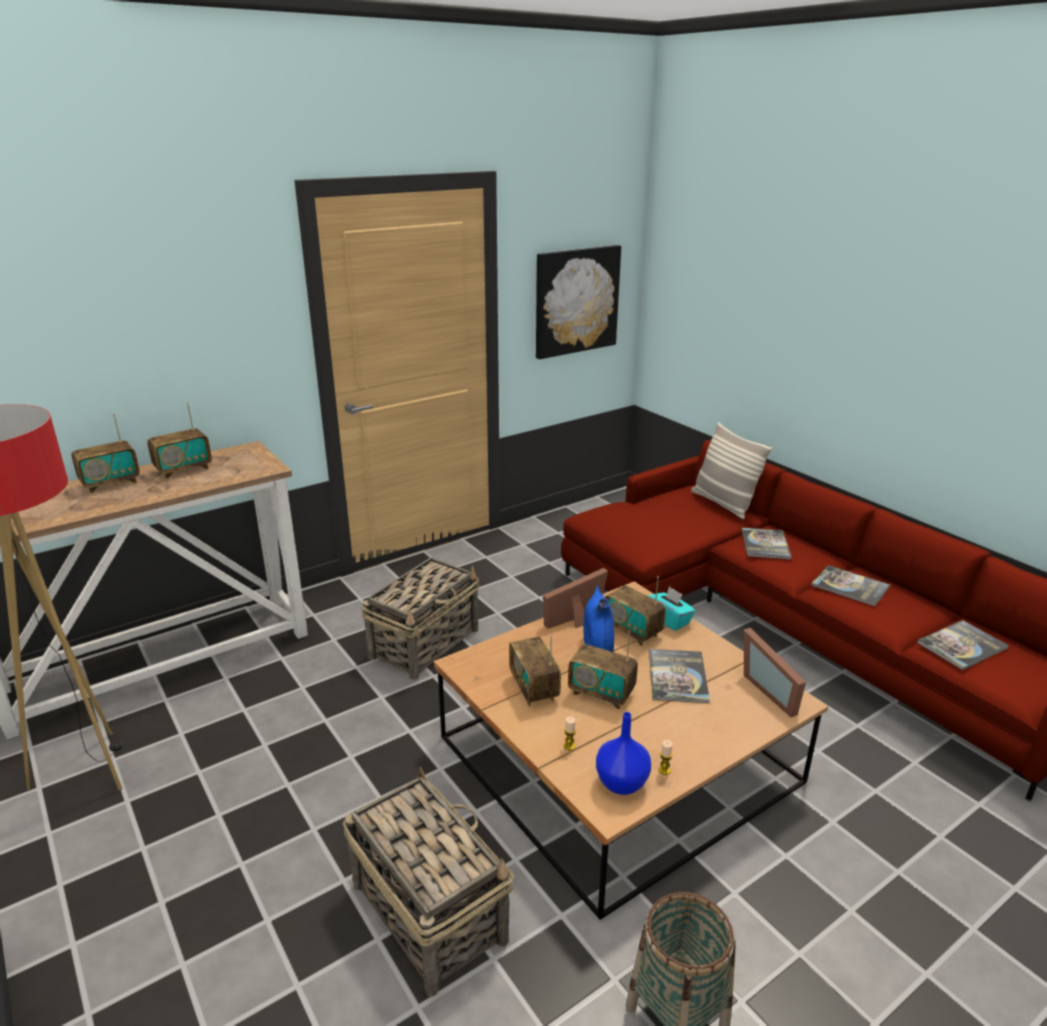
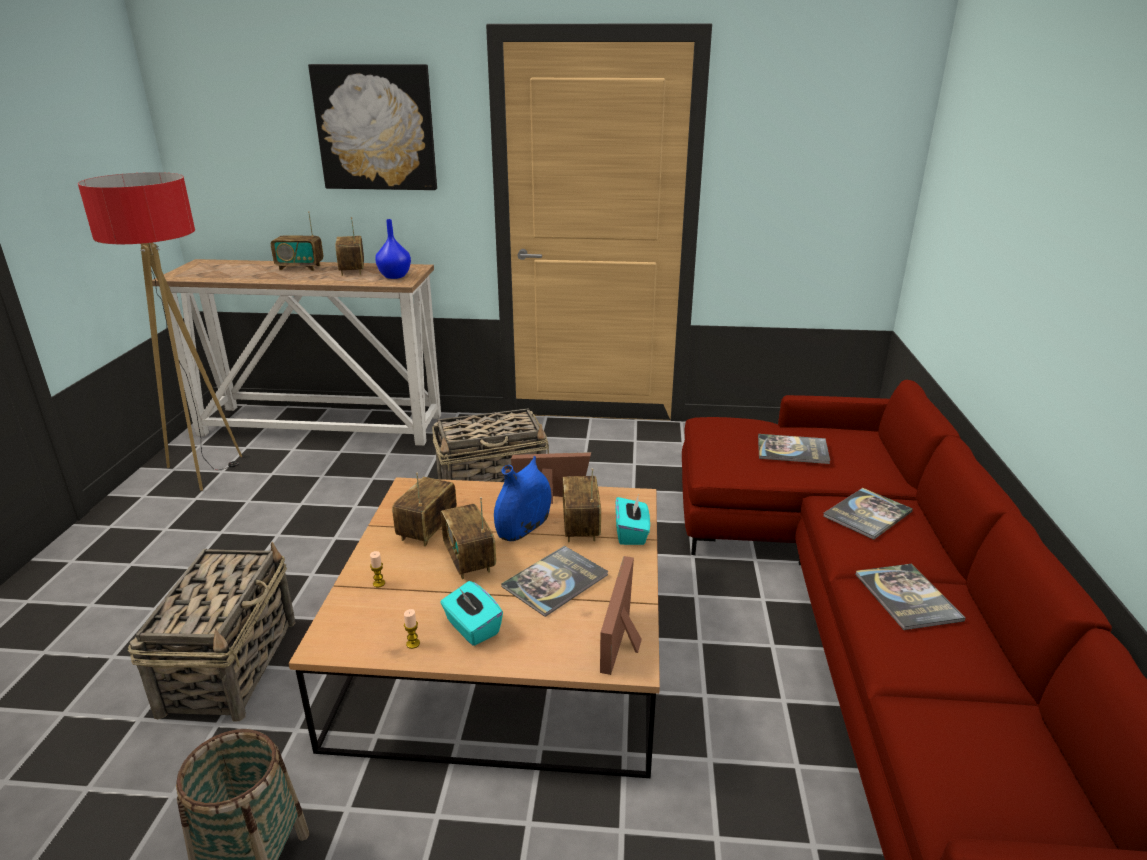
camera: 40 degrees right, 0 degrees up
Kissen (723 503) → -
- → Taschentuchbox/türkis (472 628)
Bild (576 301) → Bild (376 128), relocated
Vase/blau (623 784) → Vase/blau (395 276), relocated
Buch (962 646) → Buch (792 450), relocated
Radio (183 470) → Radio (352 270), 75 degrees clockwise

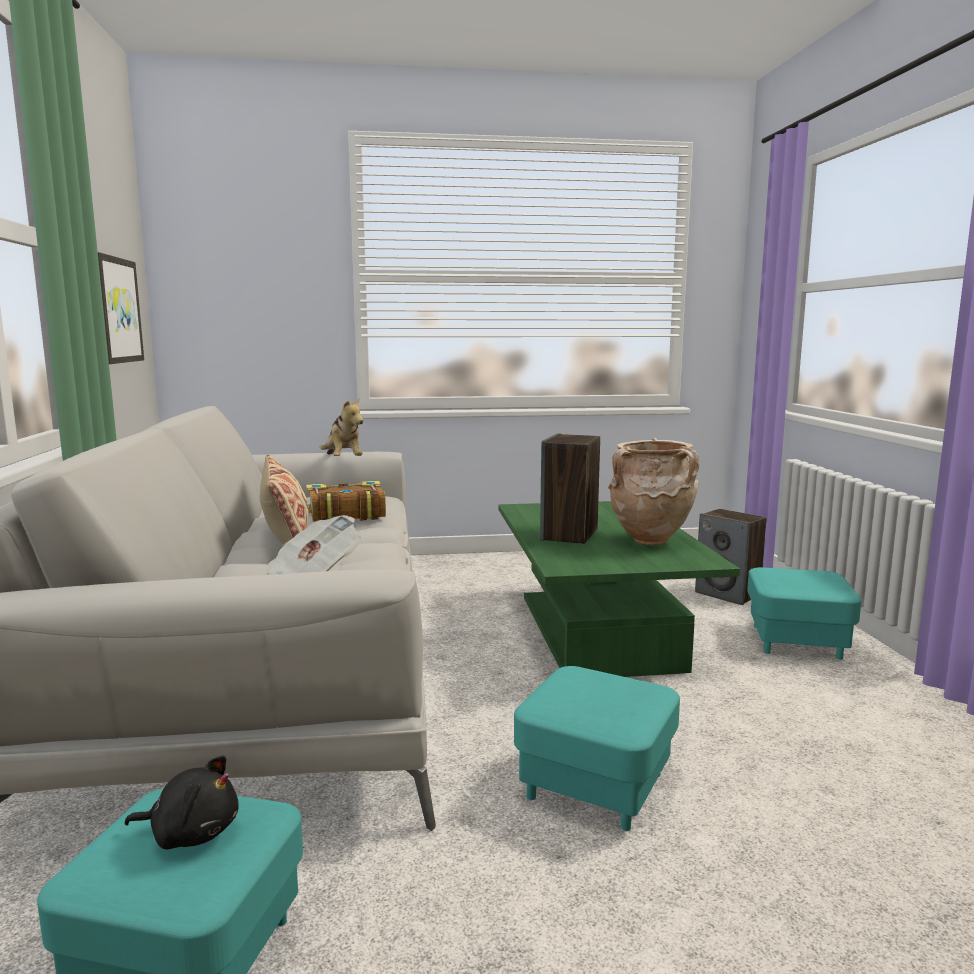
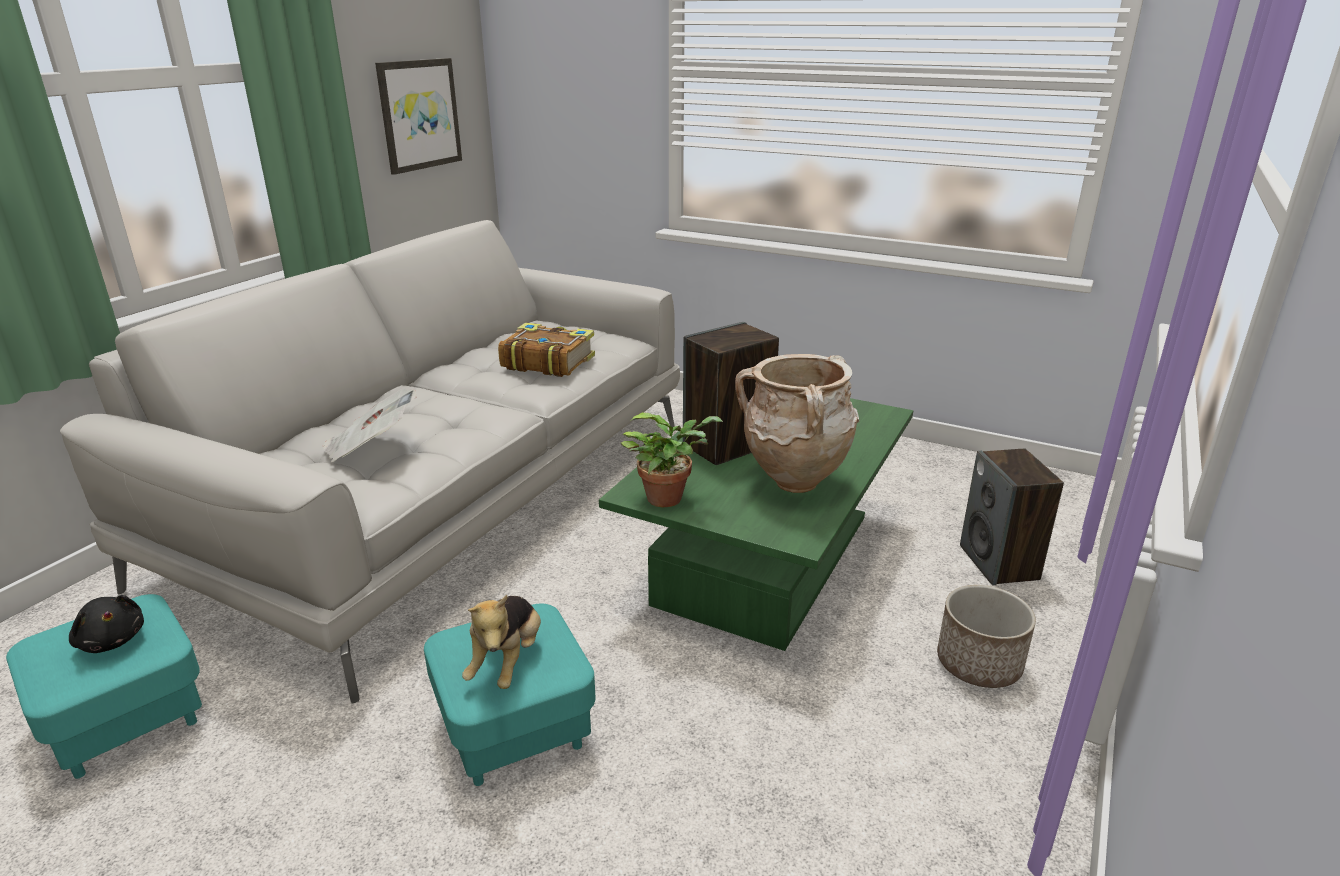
camera: 35 degrees right, 15 degrees up
Kissen/beige (286 538) → -
- → Topfpflanze (669 497)
Plüschtier (342 460) → Plüschtier (507 661), relocated
Polsterhocker/türkis (796 642) → Pflanzkübel (979 664)

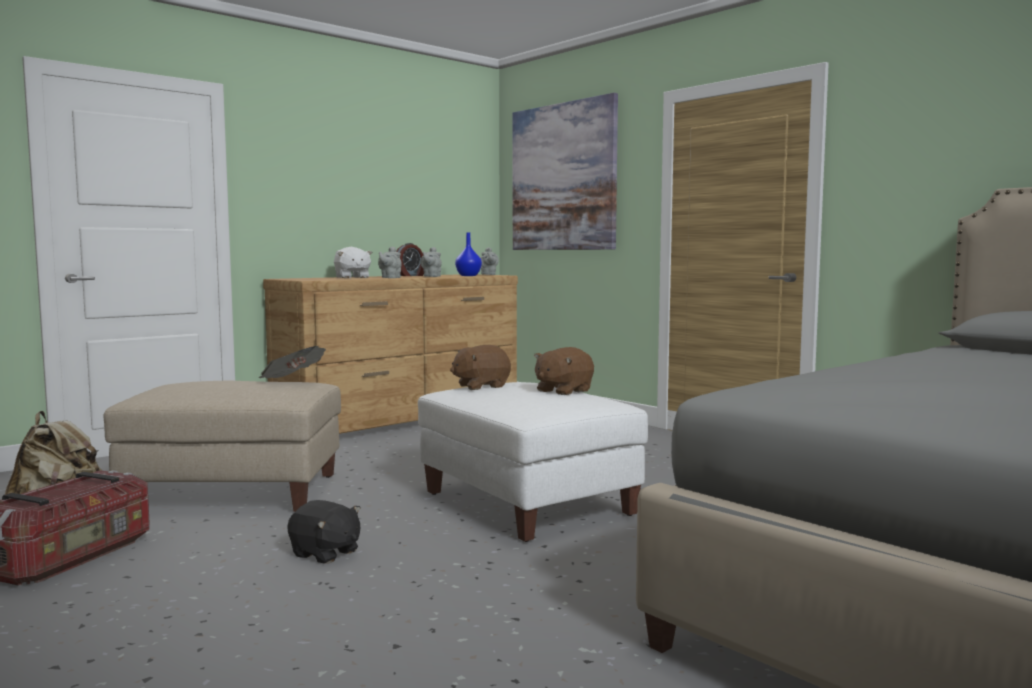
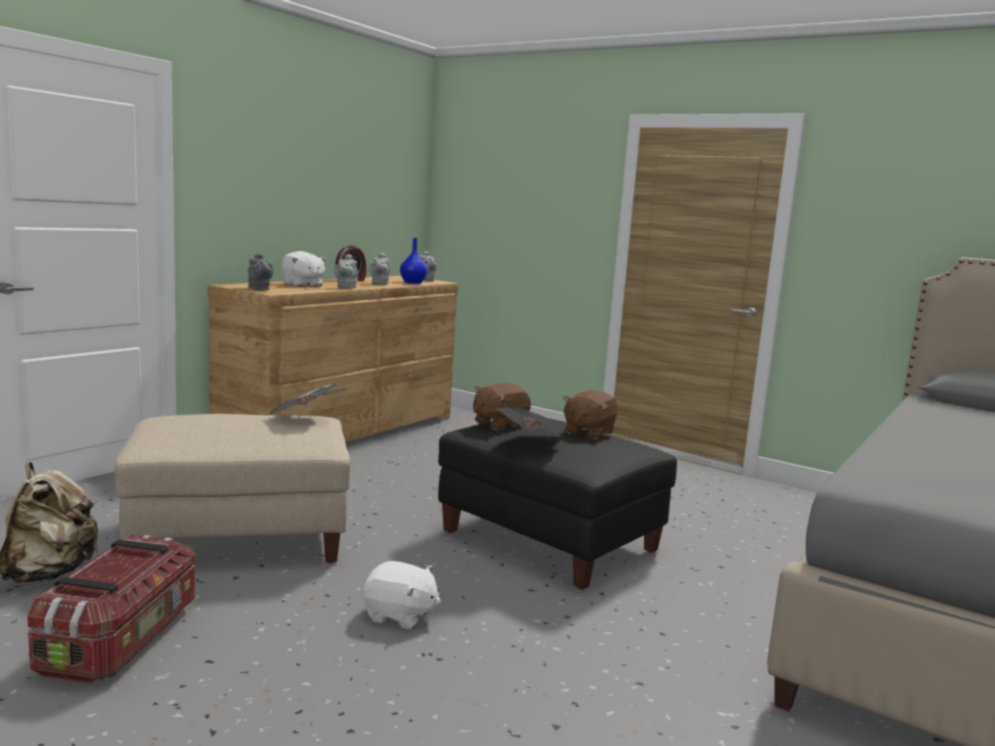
camera: 15 degrees left, 5 degrees up
Bild (563 177) → -
- → Teekanne/grau (259 289)
- → Zeitung (531 441)
Plüschtier/schwarz (325 553) → Plüschtier/weiß (399 616)
Polsterhocker/weiß (527 504) → Polsterhocker/schwarz (549 542)

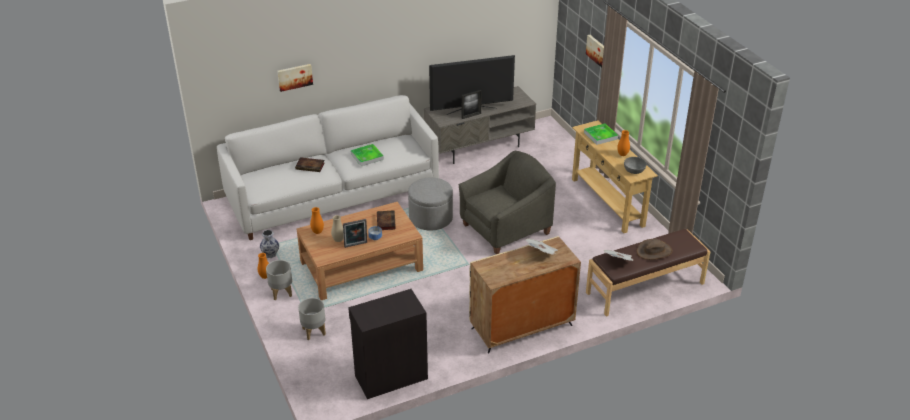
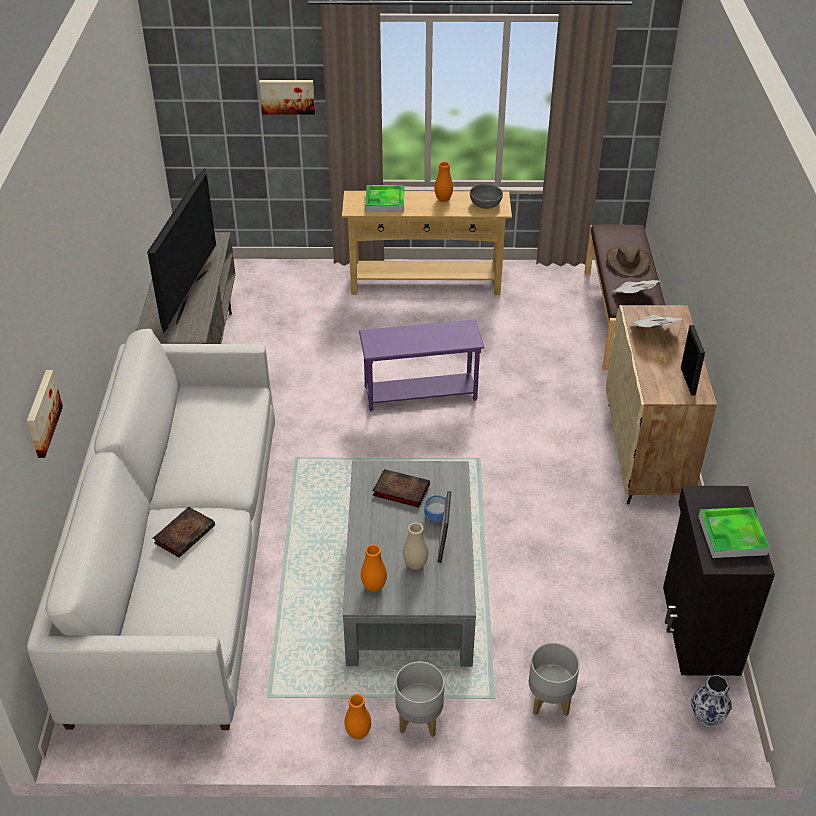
camera: 65 degrees left, 5 degrees up
Polsterhocker/grau (431 218) → -
Vase (270 254) → Vase (706 717), relocated
Tablett (367 157) → Tablett (732 535), relocated
Bilderrahmen (471 116) → Bilderrahmen (688 381), relocated
Sessel/grau (505 229) → Beistelltisch/lila (420 394)
Couchtisch/braun (362 266) → Couchtisch/grau (409 584)

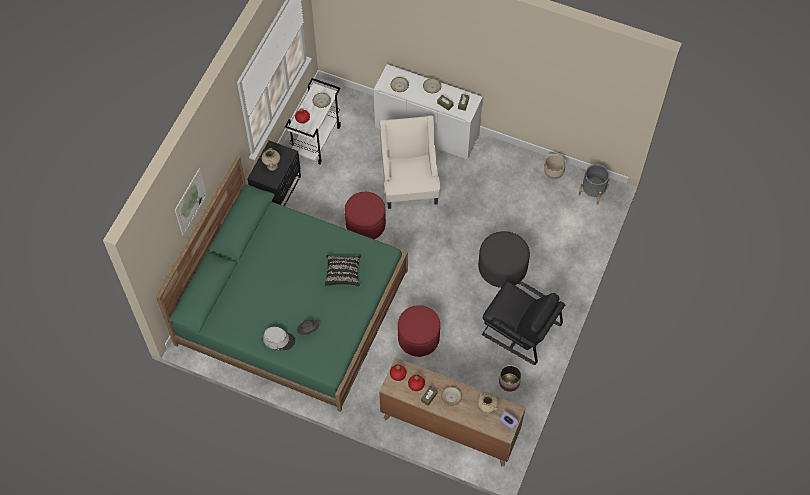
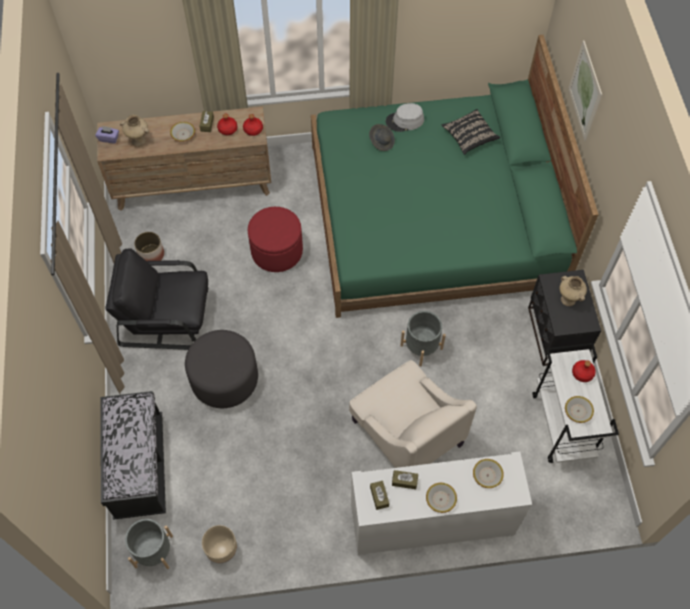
camera: 150 degrees right, 0 degrees up
- → Bank/schwarz (139 467)
Kissen/schwarz (343 274) → Kissen/schwarz (469 137), relocated
Polsterhocker/rot (365 224) → Pflanzkübel/grau (421 347)

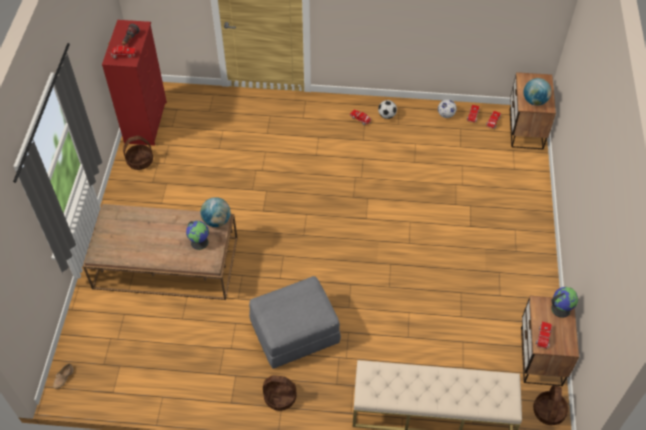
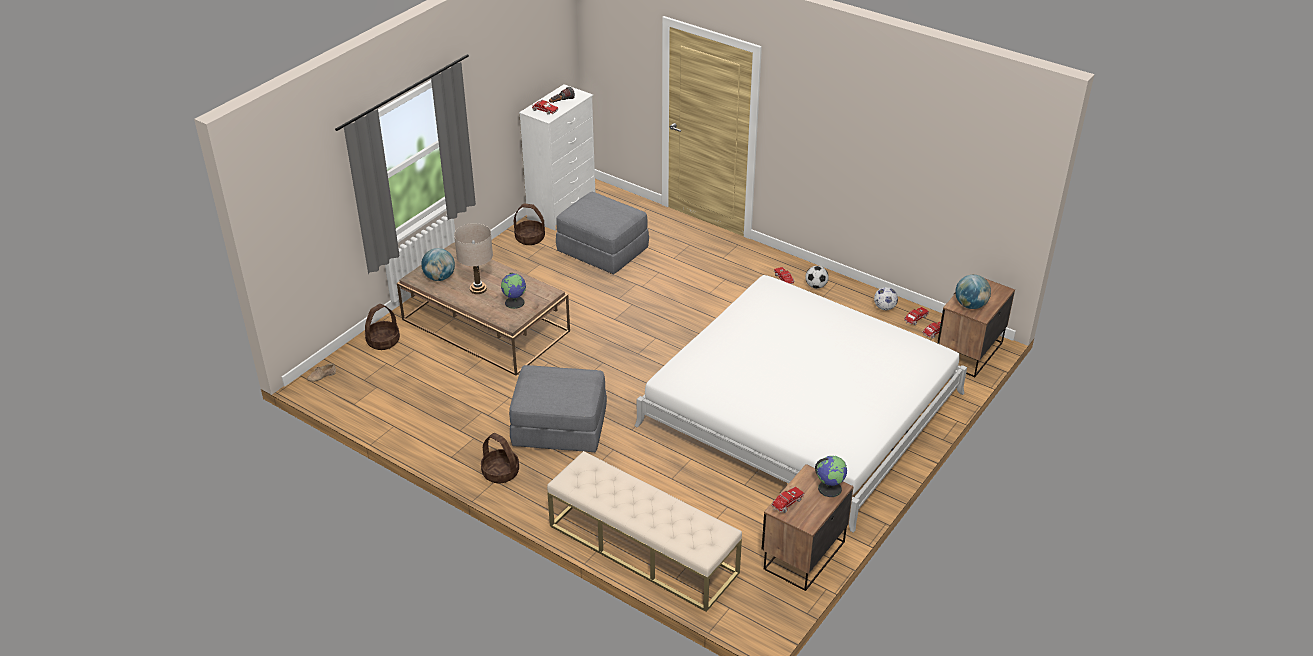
camera: 30 degrees right, 15 degrees down
- → Tischlampe/beige (478 289)
- → Polsterhocker/grau (602 251)
- → Bett/weiß (801 409)
Globus (217 221) → Globus (439 278), relocated
Korb (549 411) → Korb (383 341), relocated
Kommode/rot (146 122) → Kommode/weiß (562 209)

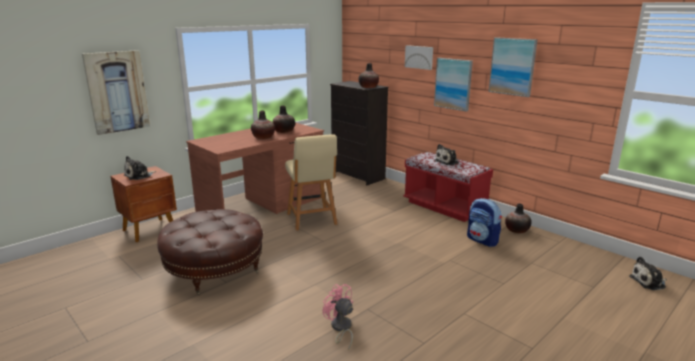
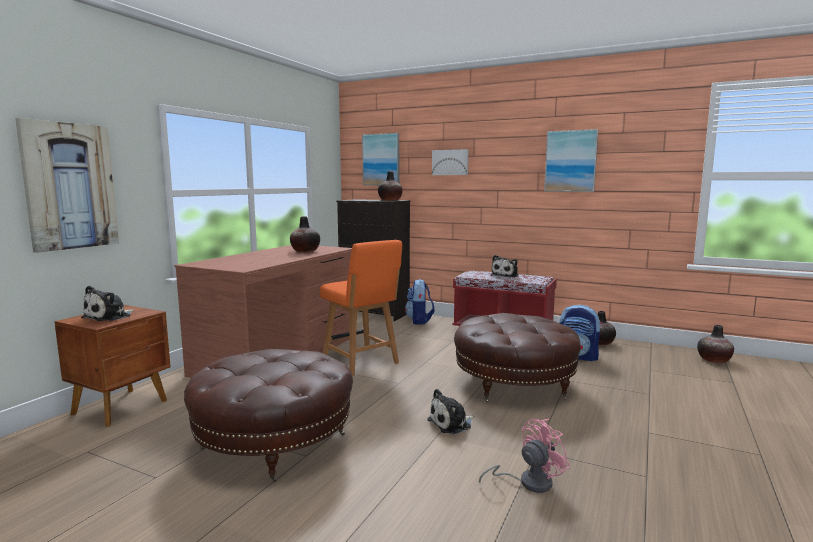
camera: 20 degrees left, 10 degrees down
- → Rucksack (419 321)
- → Polsterhocker/braun (514 384)
Vase (263 137) → Vase (714 360), relocated
Bild (453 84) → Bild (381 159), relocated
Plüschtier (649 282) → Plüschtier (452 424), relocated
Stuhl/beige (312 220) → Stuhl/orange (361 362)
Ventilator/rosa (340 328) → Ventilator/rosa (528 482), 120 degrees clockwise

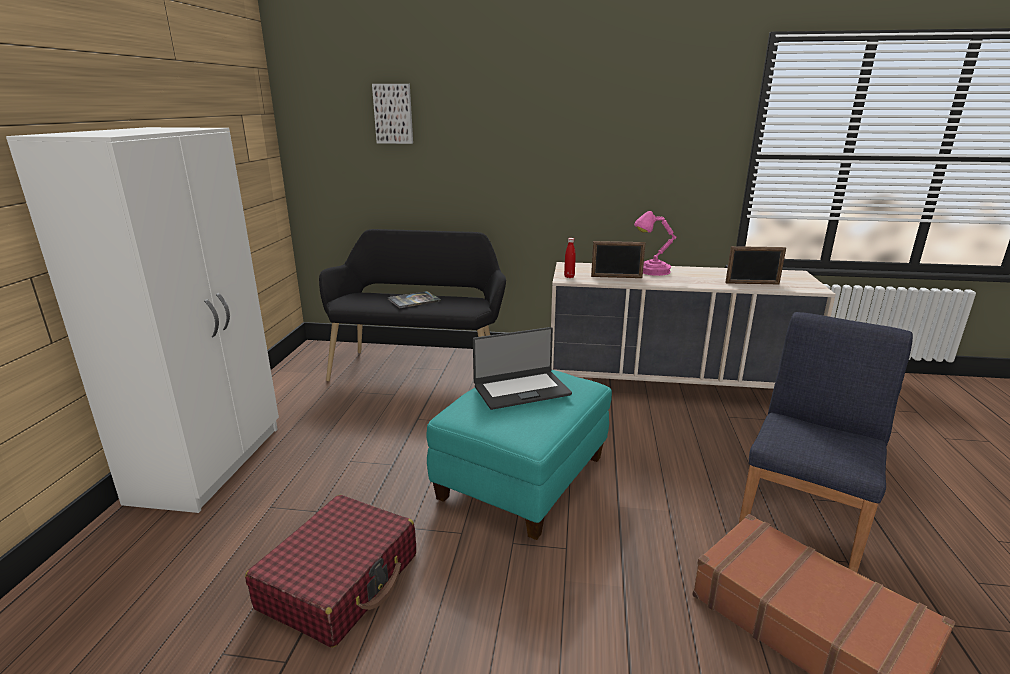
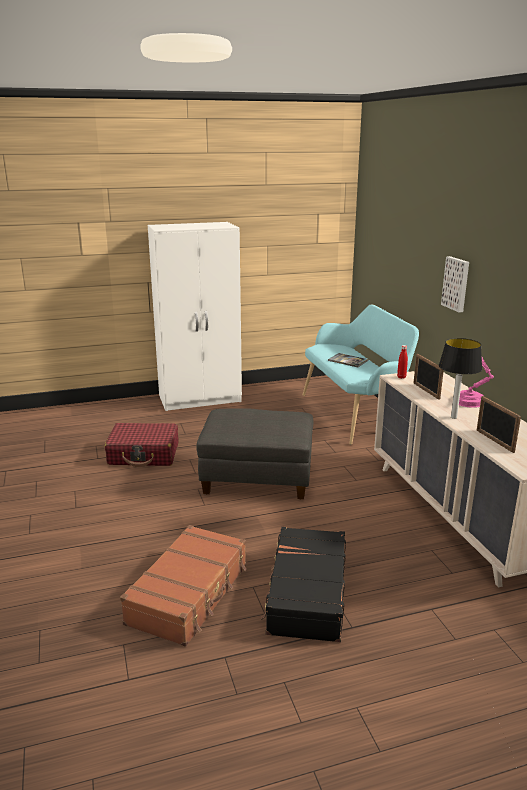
camera: 65 degrees right, 0 degrees up
Laptop (521 390) → -
- → Tischlampe (453 417)
Bild (393 114) → Bild (456 284), relocated
Stuhl/blau (804 516) → Koffer/schwarz (306 593)
Bank/schwarz (419 367) → Bank/türkis (354 414)
Polsterhocker/türkis (523 478) → Polsterhocker/grau (258 478)

